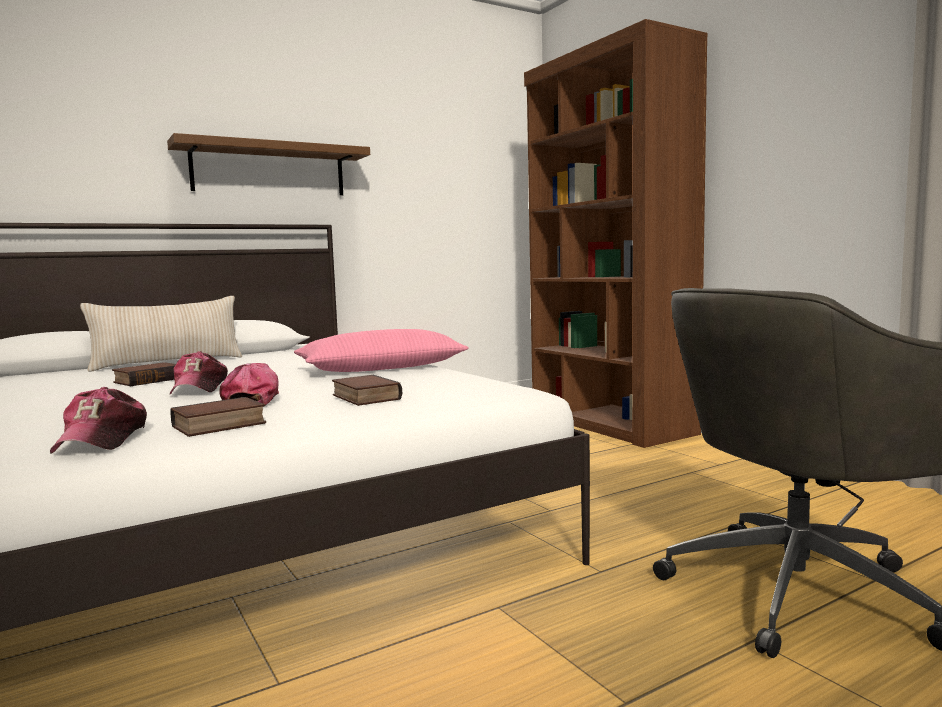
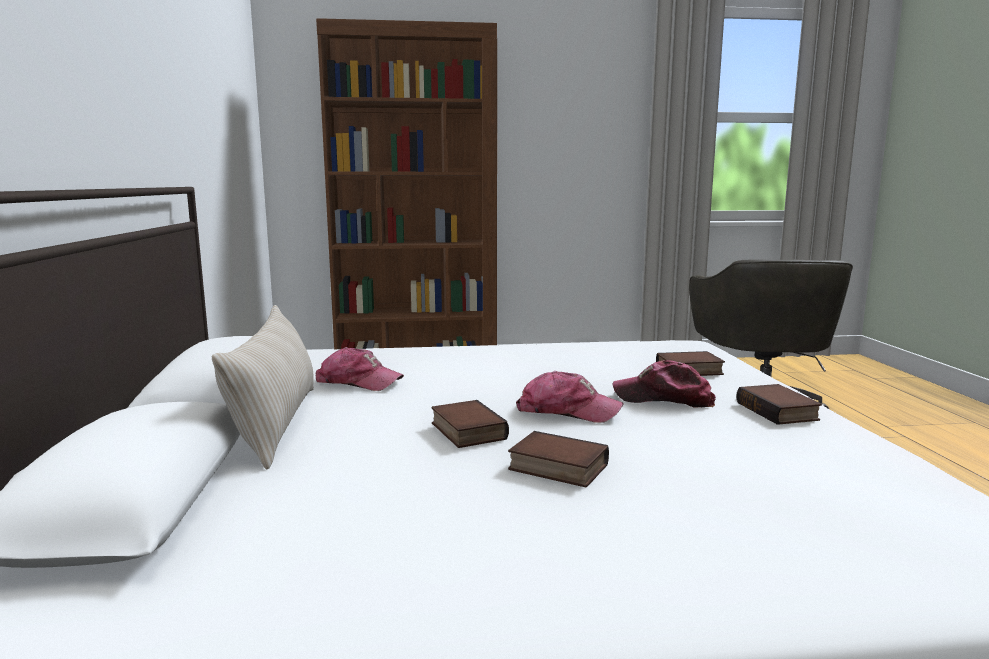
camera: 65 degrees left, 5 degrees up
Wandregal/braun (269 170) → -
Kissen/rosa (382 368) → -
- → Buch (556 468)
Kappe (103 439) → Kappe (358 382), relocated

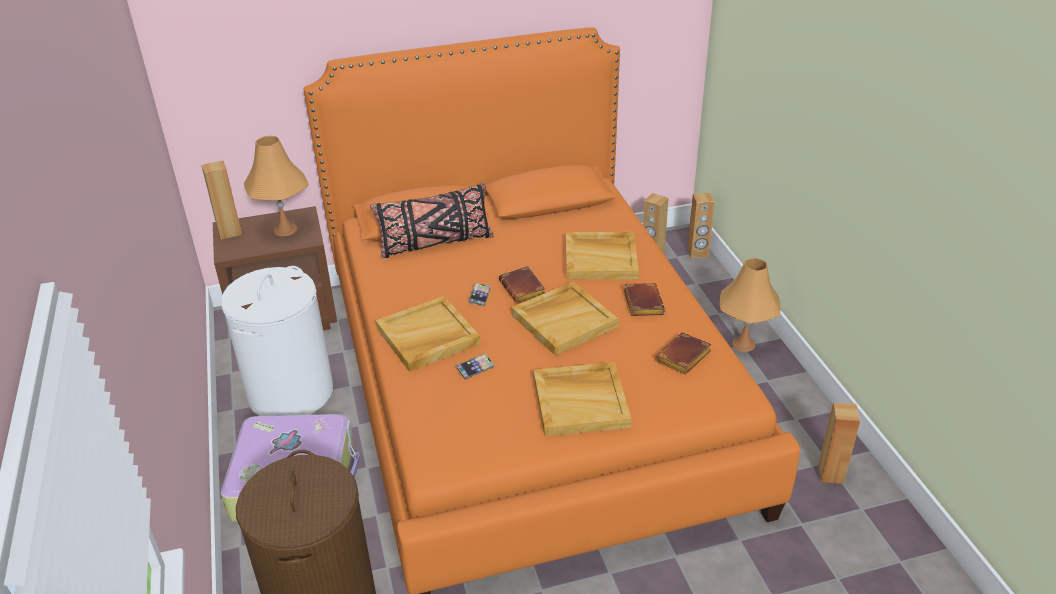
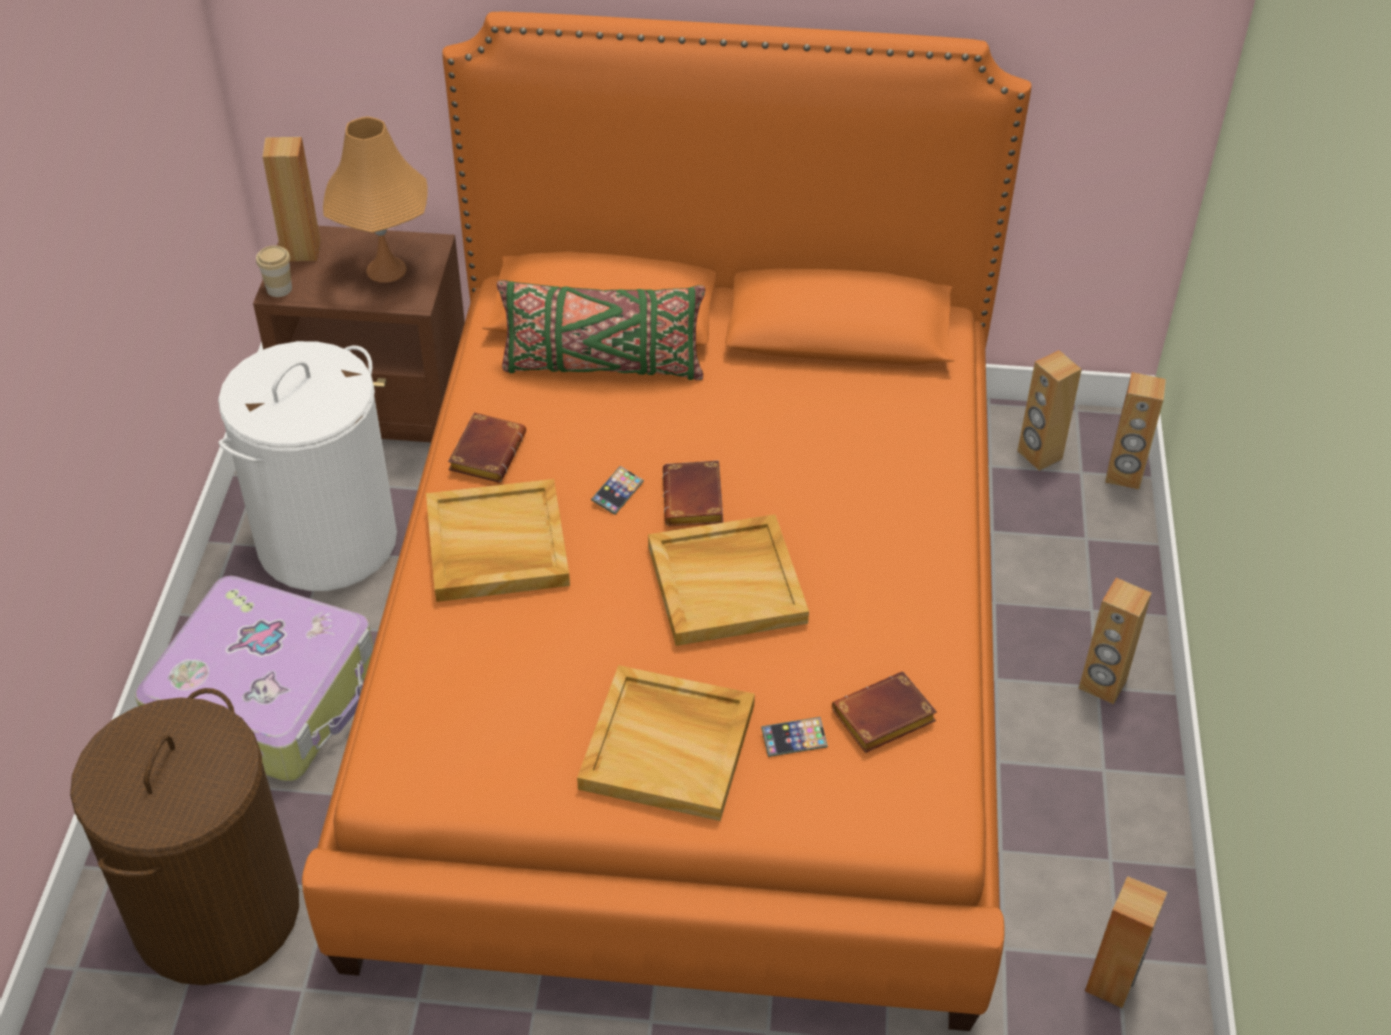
camera: 20 degrees right, 10 degrees up
Tablett/beige (601 258) → -
- → Tasse (279 289)
Handy (475 368) → Handy (794 739), relocated
Buch/braun (641 303) → Buch/braun (486 452), relocated
Tischlampe/orange (743 344) → Lautsprecher/braun (1102 685)
Kissen/schwarz (435 243) → Kissen/grün (602 366)

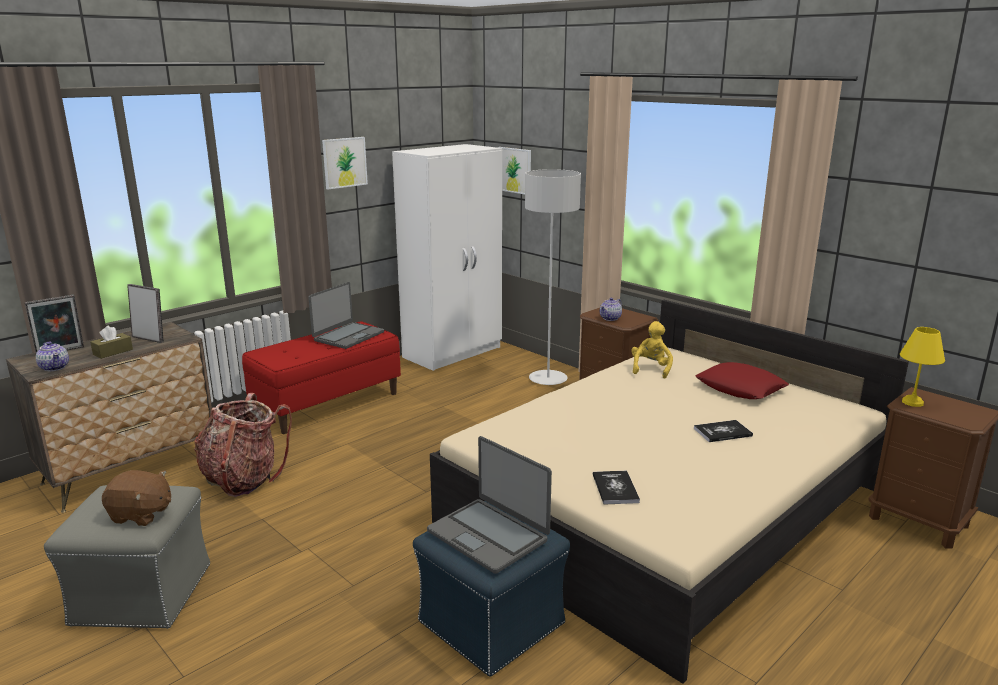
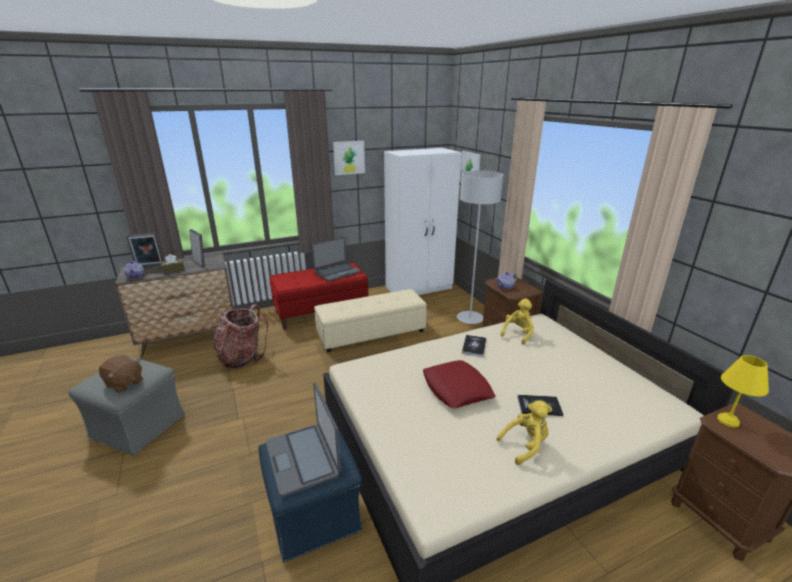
camera: 20 degrees right, 5 degrees up
- → Polsterhocker/beige (371 333)
- → Plüschtier/gelb (525 445)
Buch (615 488) → Buch (474 346), relocated
Kissen/rot (740 388) → Kissen/rot (457 389), relocated

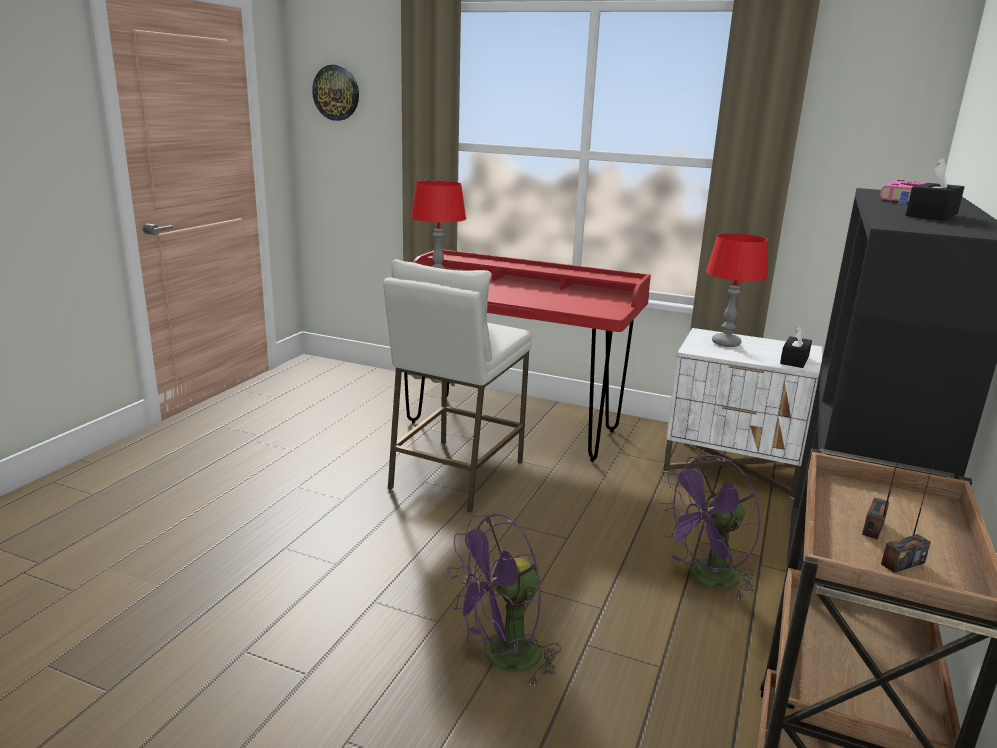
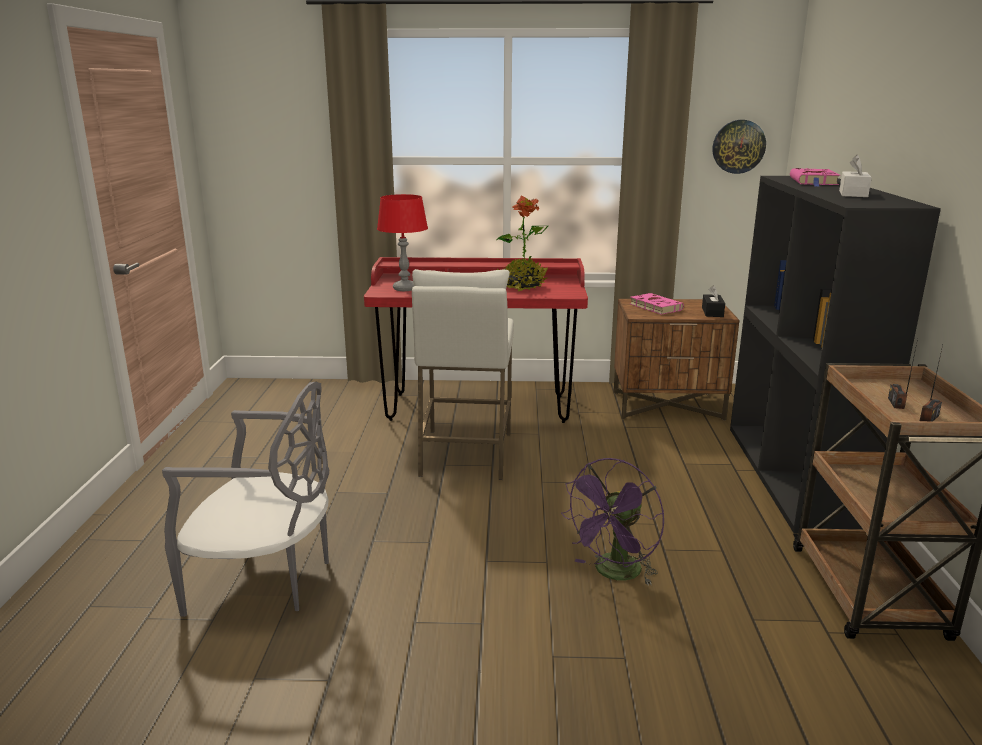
camera: 20 degrees left, 0 degrees up
Ventilator/lila (707 579) → -
- → Stuhl/grau (265 581)
- → Topfpflanze (522 286)
Wanduhr (336 93) → Wanduhr (738 146), relocated
Tischlampe/rot (725 343) → Buch/rosa (654 307)
Nachttisch/weiß (733 466) → Nachttisch/braun (668 406)
Taschentuchbox/schwarz (931 215) → Taschentuchbox/weiß (853 194)

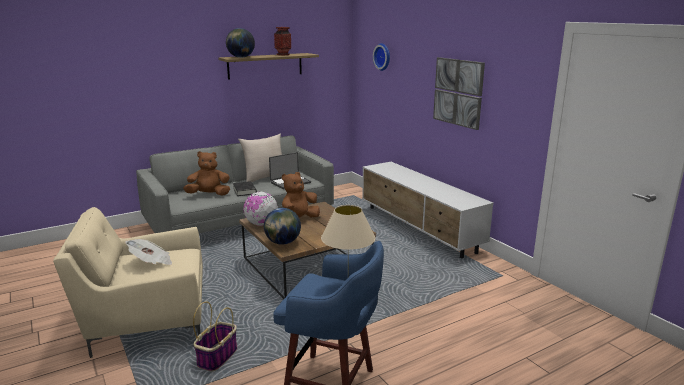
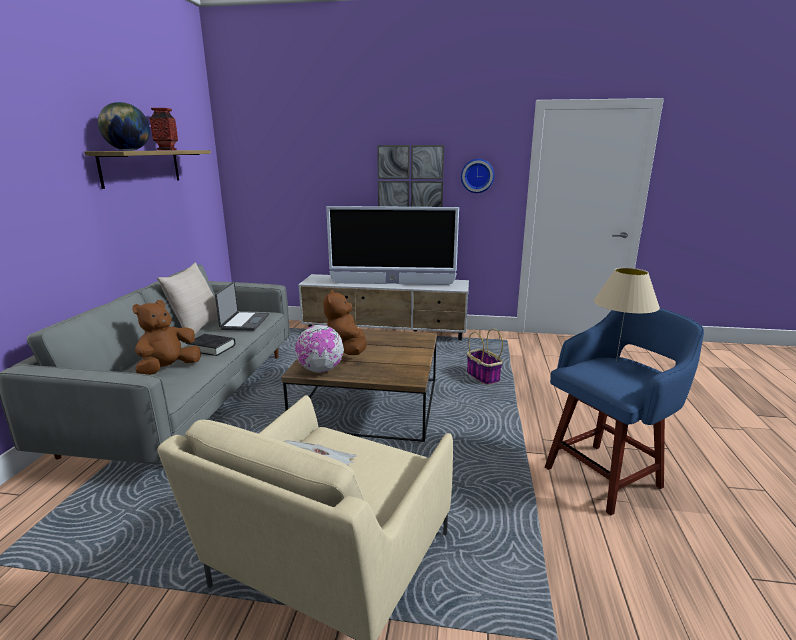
camera: 50 degrees left, 0 degrees up
Globus (283 242) → -
- → Fernseher (392 284)
Korb (217 356) → Korb (482 376), relocated
Wanduhr (383 57) → Wanduhr (477 176), relocated

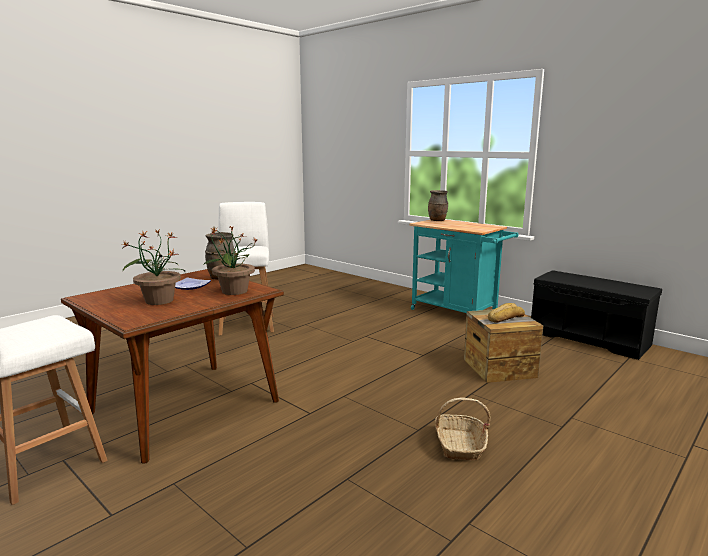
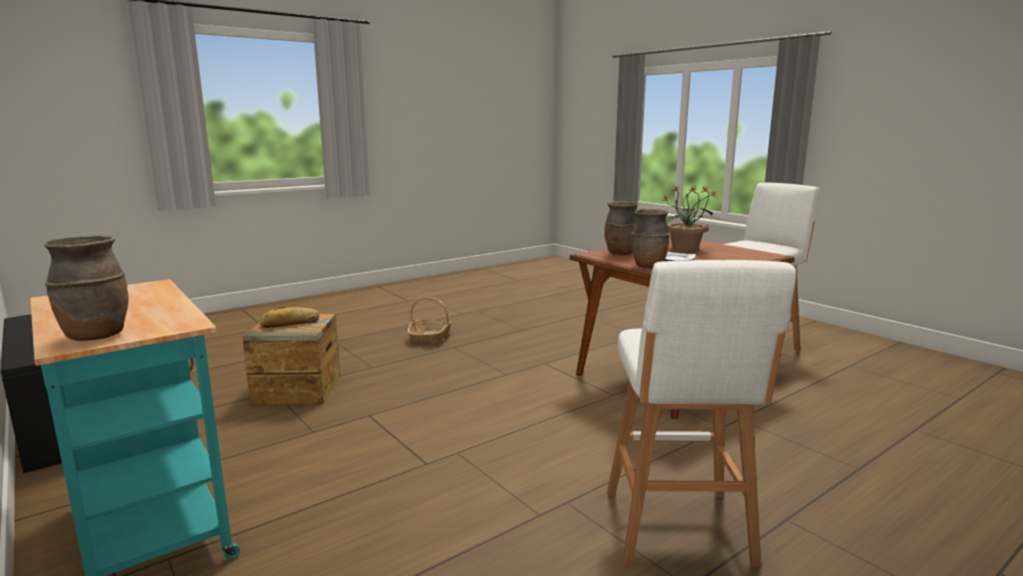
camera: 170 degrees left, 0 degrees up
Topfpflanze (233 291) → Vase/braun (620 253)

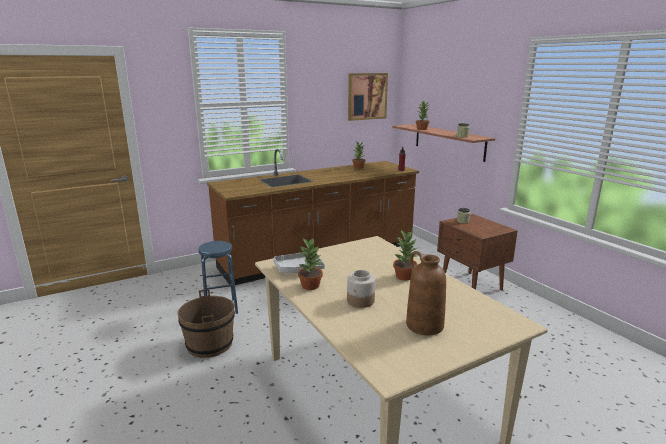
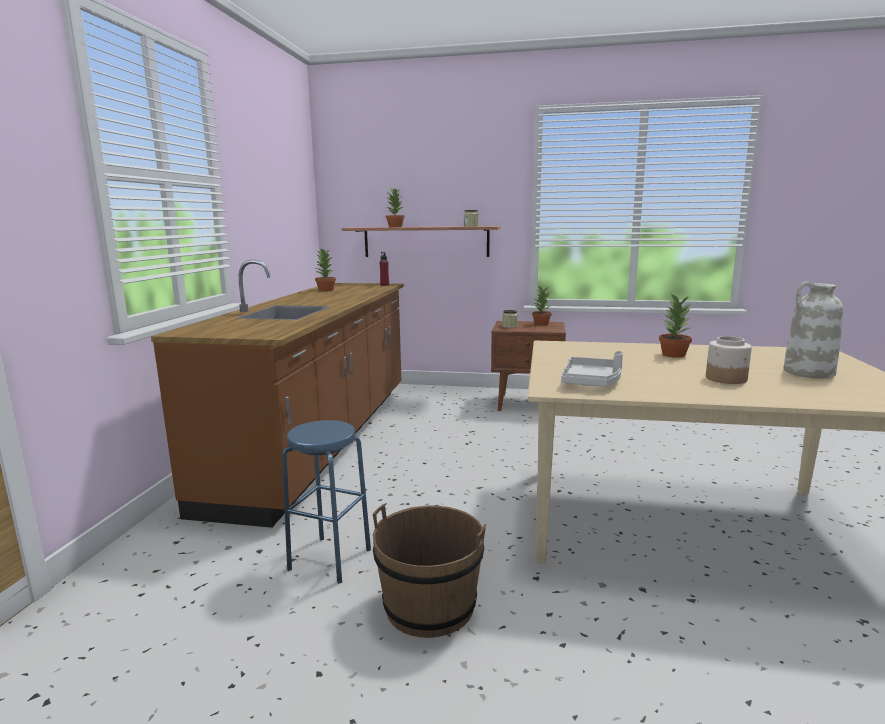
camera: 50 degrees left, 5 degrees down
Bild (367 96) → -
Topfpflanze (310 285) → Topfpflanze (541 324), relocated
Vase/braun (424 325) → Vase/weiß (808 372)

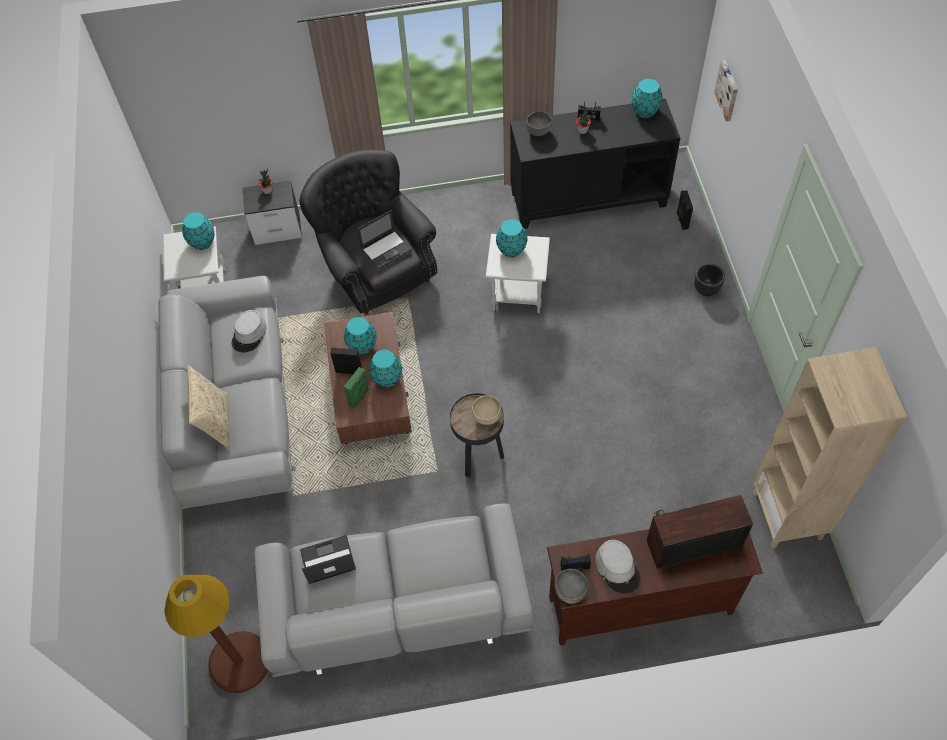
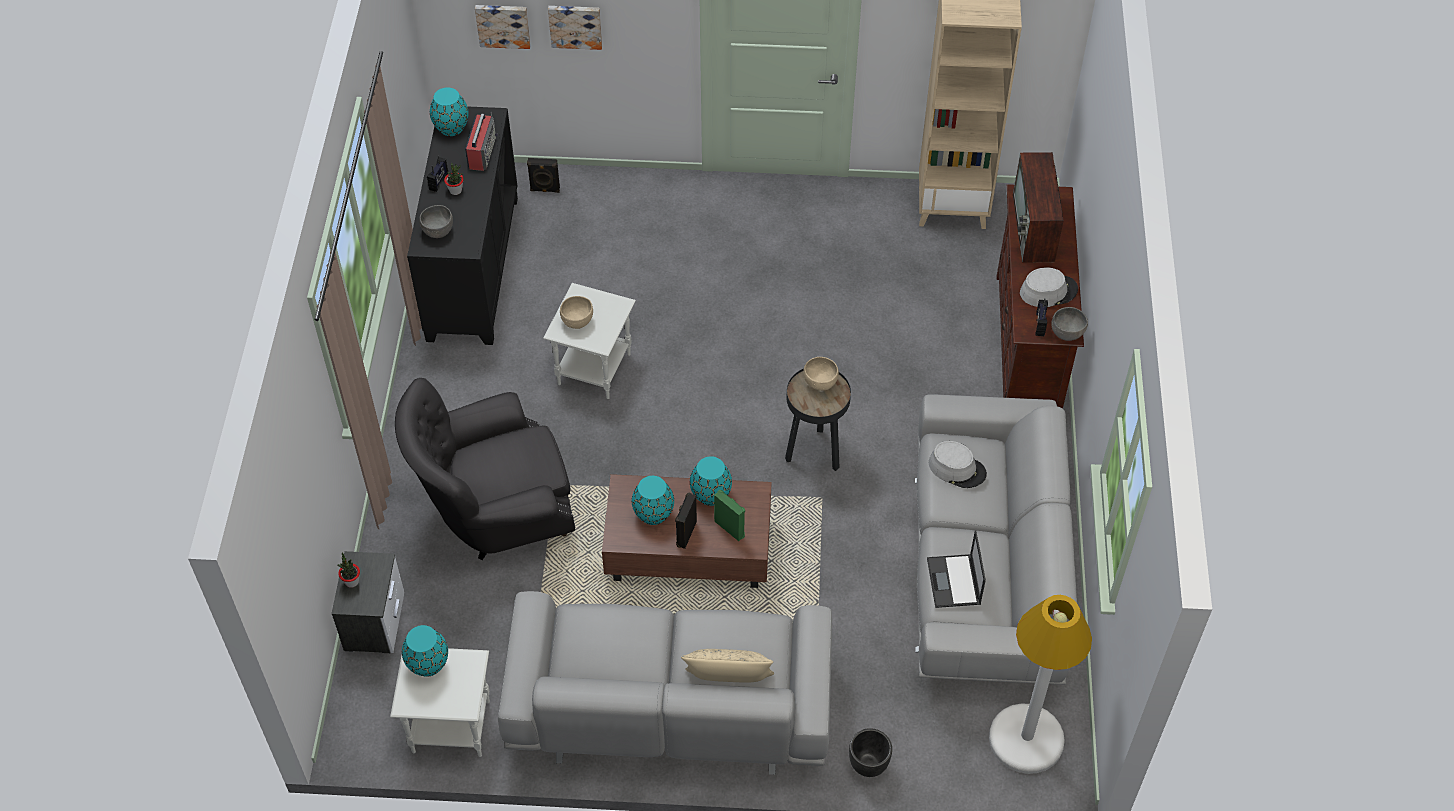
camera: 80 degrees left, 5 degrees down
Laptop (386 249) → -
- → Radio (482 152)
- → Bild (575 25)
Hut/grau (249 334) → Hut/grau (957 468), relocated
Pflanzkübel/schwarz (706 290) → Pflanzkübel/schwarz (868 765), relocated
Vase/türkis (512 249) → Schüssel/beige (577 321)
Stehlampe/braun (239 662) → Stehlampe/weiß (1026 739)

